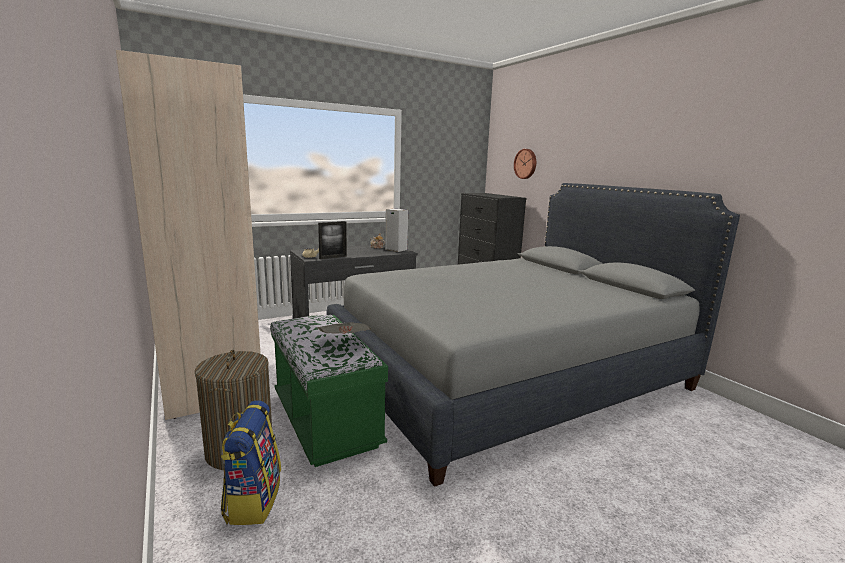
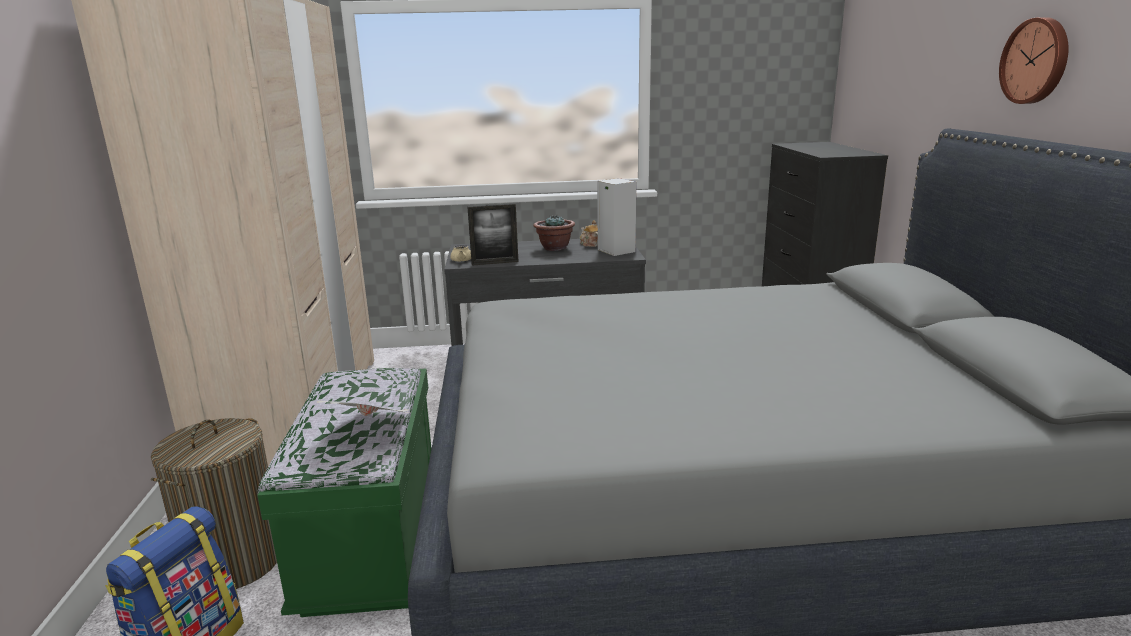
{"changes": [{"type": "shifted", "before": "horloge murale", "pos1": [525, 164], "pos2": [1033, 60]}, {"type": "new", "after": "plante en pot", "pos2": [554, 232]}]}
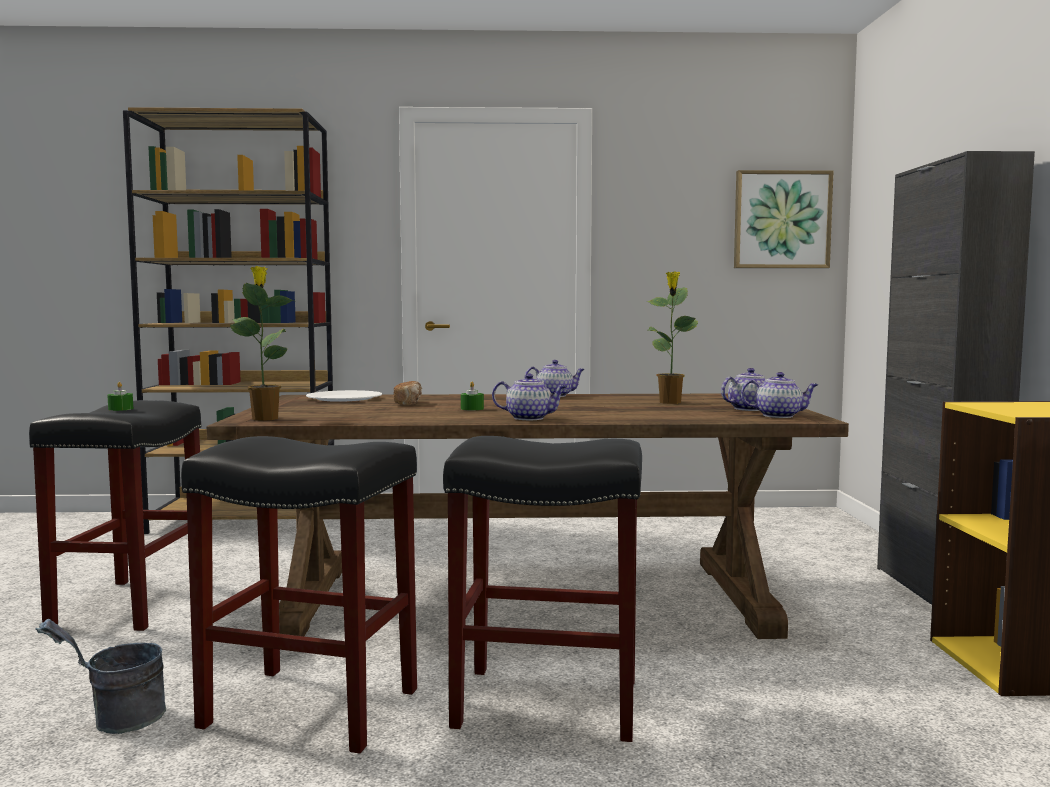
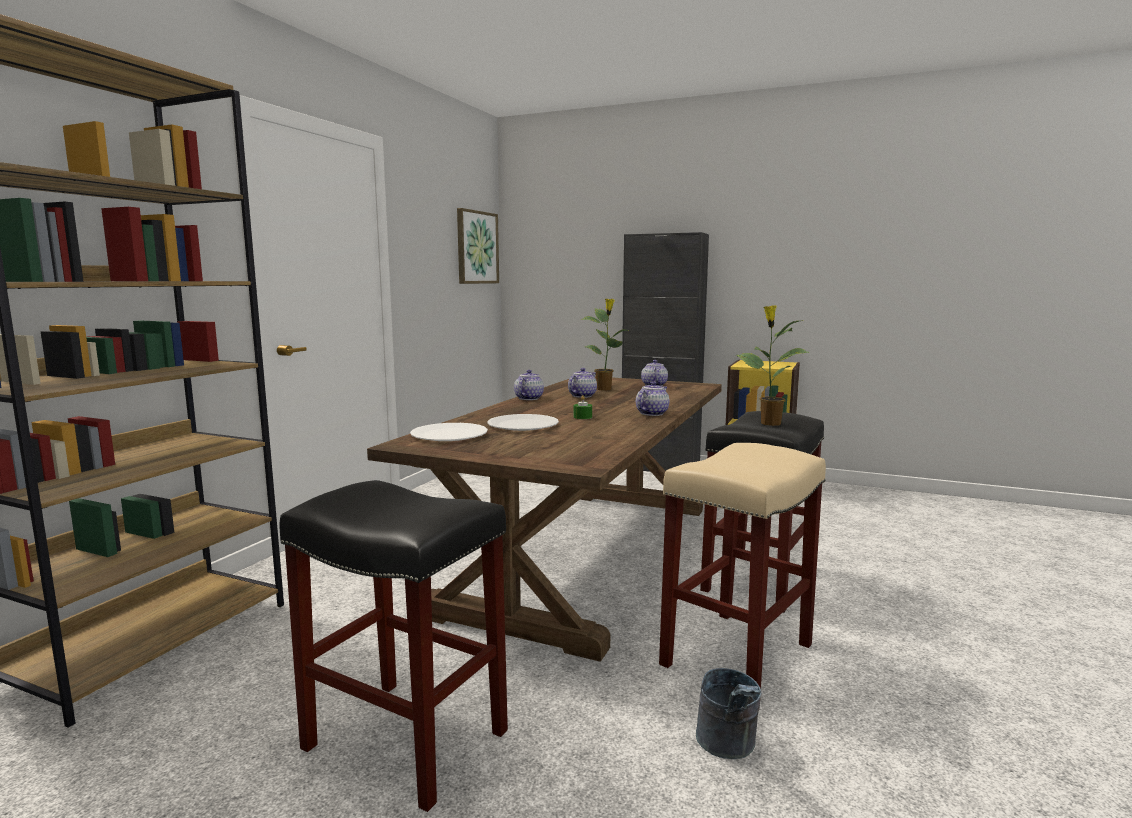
{"changes": [{"type": "shifted", "before": "plante en pot", "pos1": [262, 343], "pos2": [772, 365]}, {"type": "shifted", "before": "théière", "pos1": [779, 395], "pos2": [582, 383]}, {"type": "swapped", "before": "pain", "after": "assiette (blanc)", "pos1": [408, 393], "pos2": [523, 422]}, {"type": "gone", "before": "bougie (vert)", "pos1": [120, 396]}, {"type": "repainted", "before": "tabouret (noir)", "after": "tabouret (beige)", "pos1": [299, 595], "pos2": [742, 565]}]}
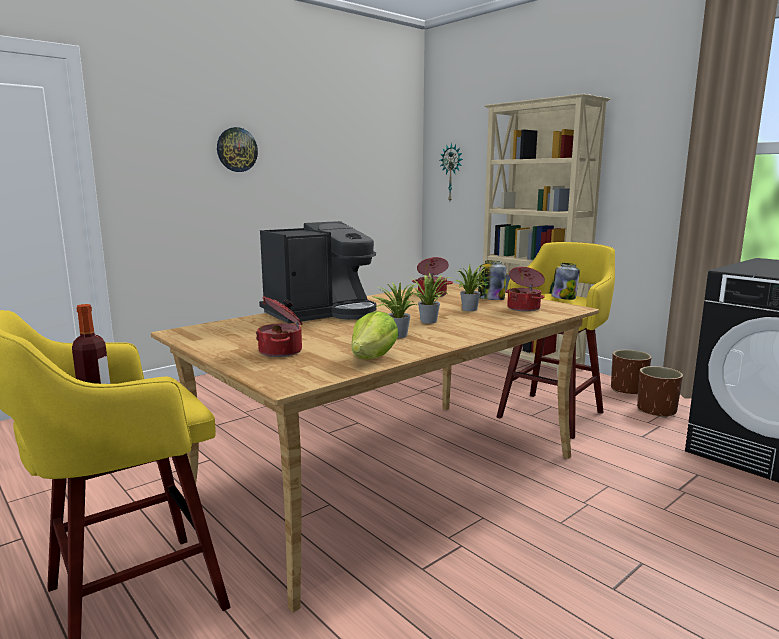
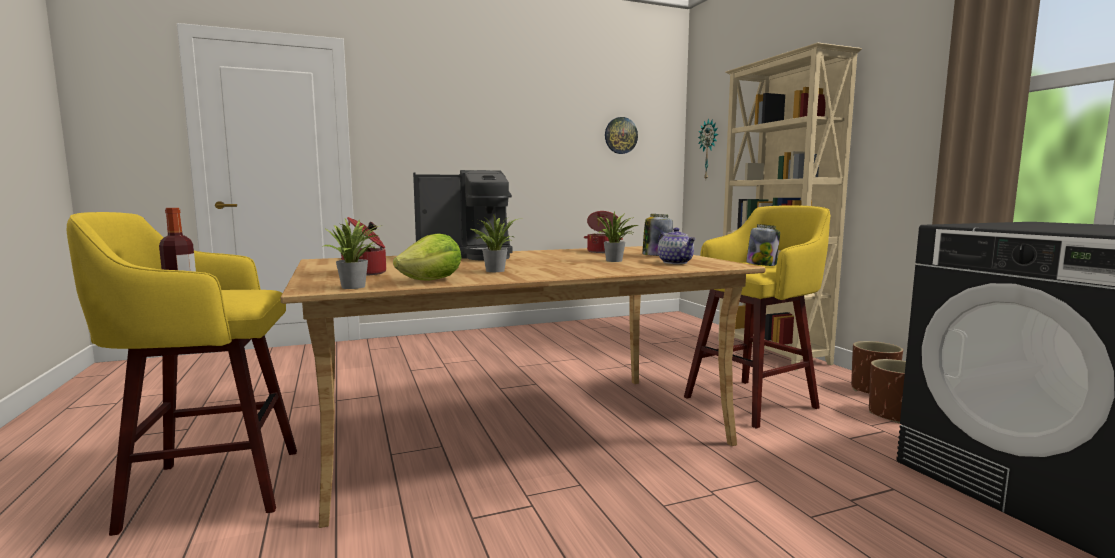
{"changes": [{"type": "shifted", "before": "horloge murale", "pos1": [237, 149], "pos2": [621, 135]}, {"type": "swapped", "before": "marmite", "after": "théière", "pos1": [525, 289], "pos2": [677, 246]}, {"type": "shifted", "before": "plante en pot", "pos1": [430, 298], "pos2": [351, 254]}]}
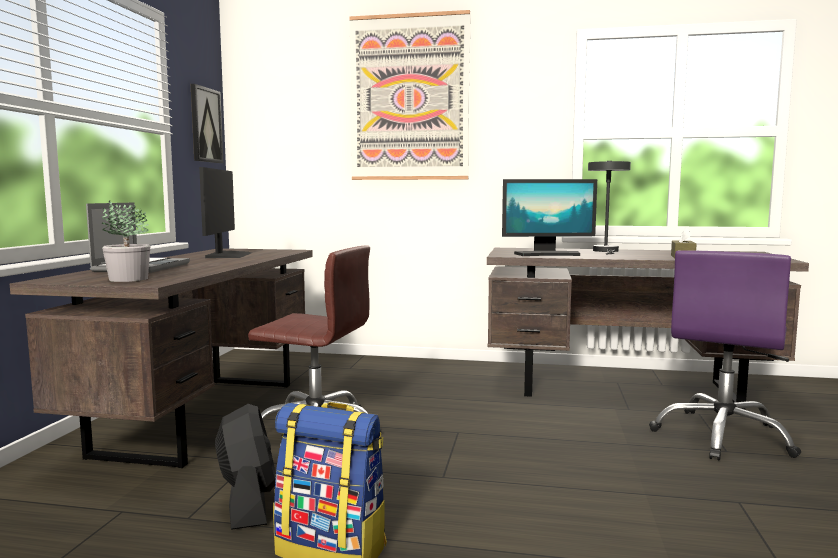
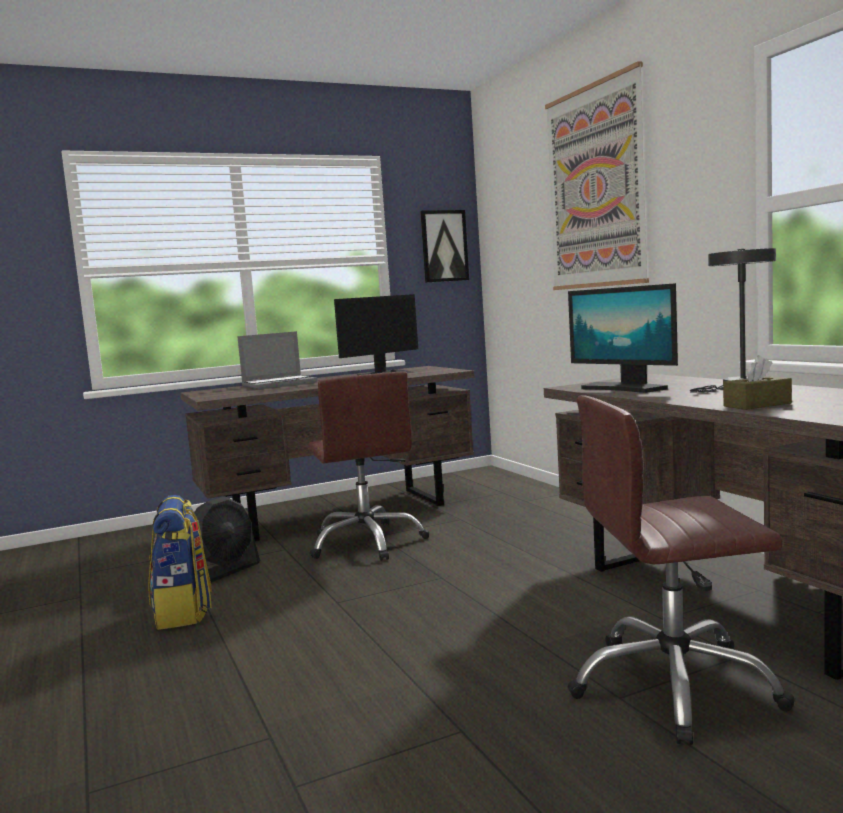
{"changes": [{"type": "gone", "before": "plante en pot", "pos1": [126, 241]}, {"type": "repainted", "before": "chaise de bureau (violet)", "after": "chaise de bureau (marron)", "pos1": [725, 355], "pos2": [681, 570]}]}
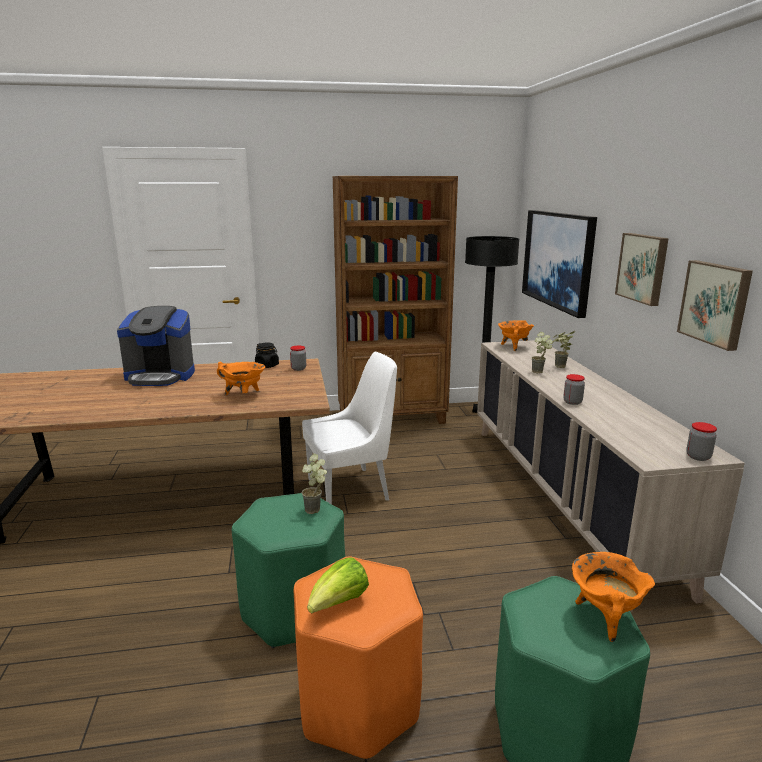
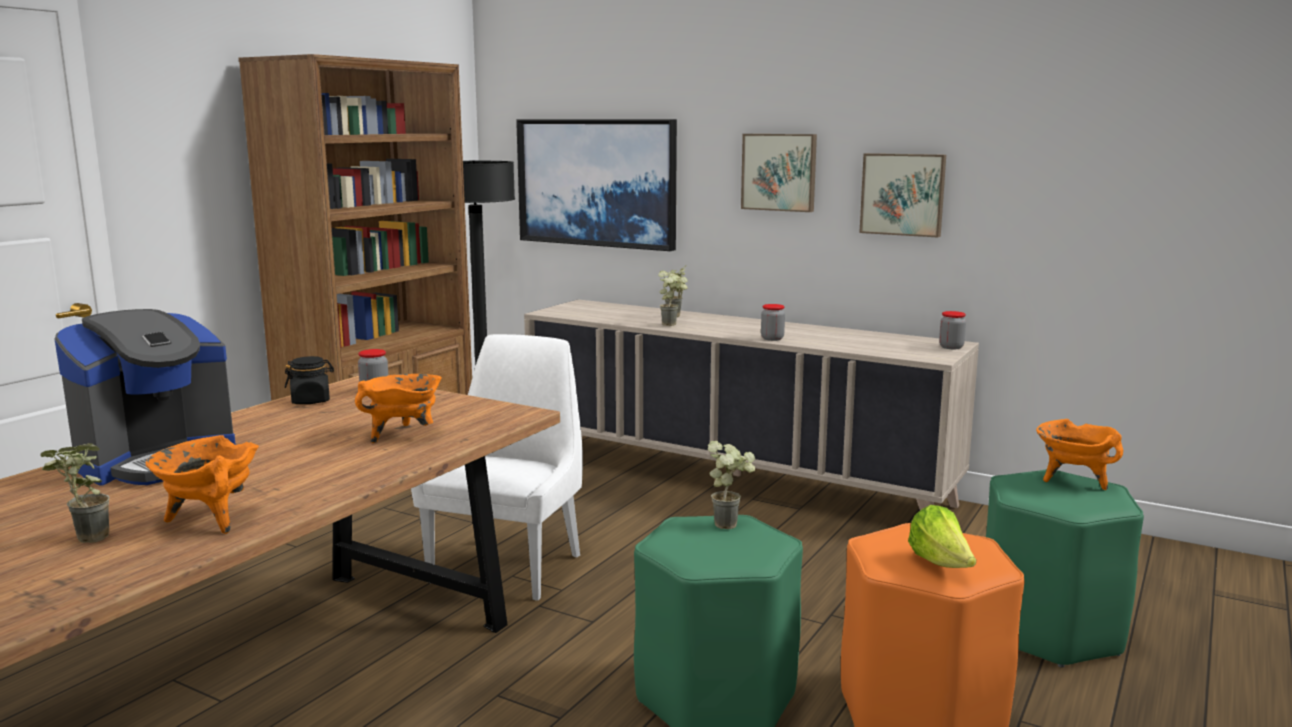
{"changes": [{"type": "shifted", "before": "marmite (orange)", "pos1": [516, 335], "pos2": [202, 484]}, {"type": "new", "after": "plante en pot", "pos2": [75, 493]}]}
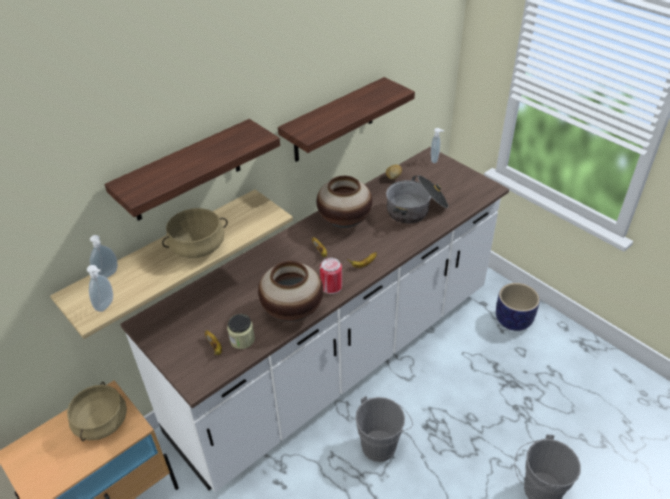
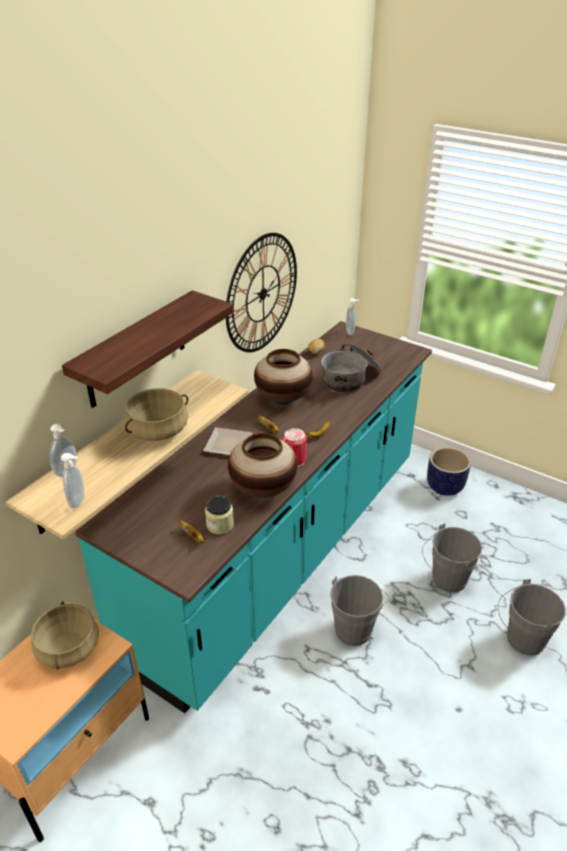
{"changes": [{"type": "swapped", "before": "étagère", "after": "horloge murale", "pos1": [346, 119], "pos2": [261, 292]}, {"type": "repainted", "before": "comptoir de cuisine (blanc)", "after": "comptoir de cuisine (turquoise)", "pos1": [314, 319], "pos2": [253, 517]}, {"type": "new", "after": "assiette", "pos2": [227, 441]}, {"type": "new", "after": "seau (gris)", "pos2": [452, 558]}]}
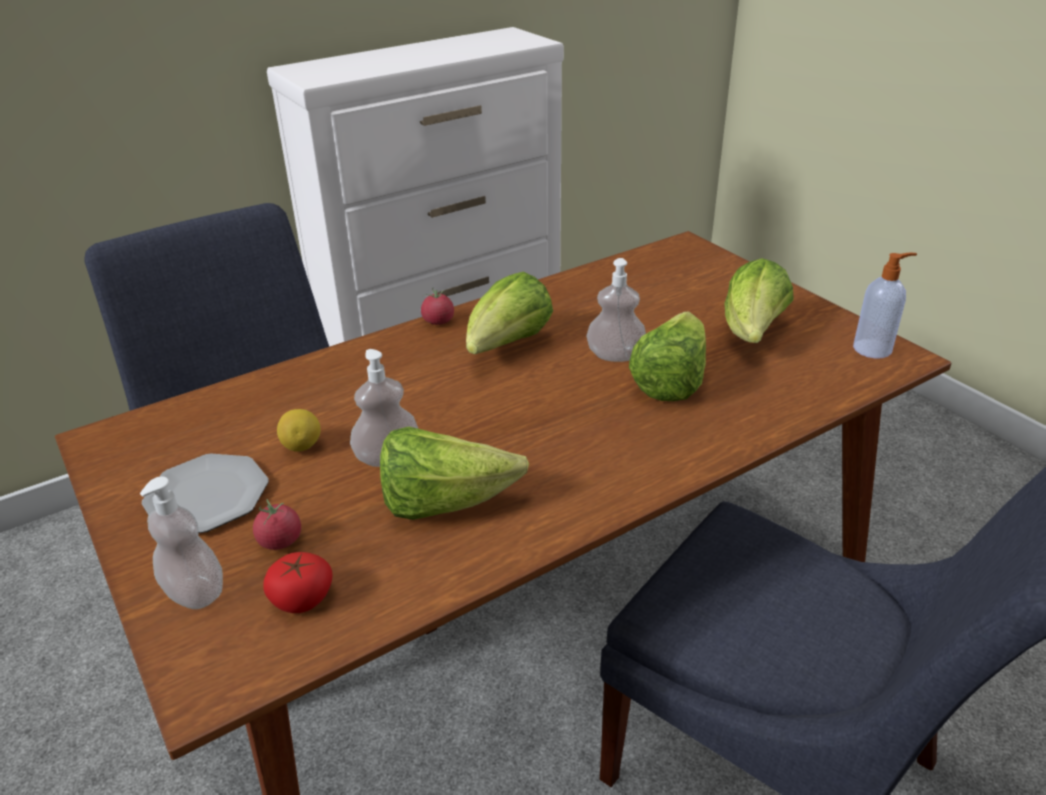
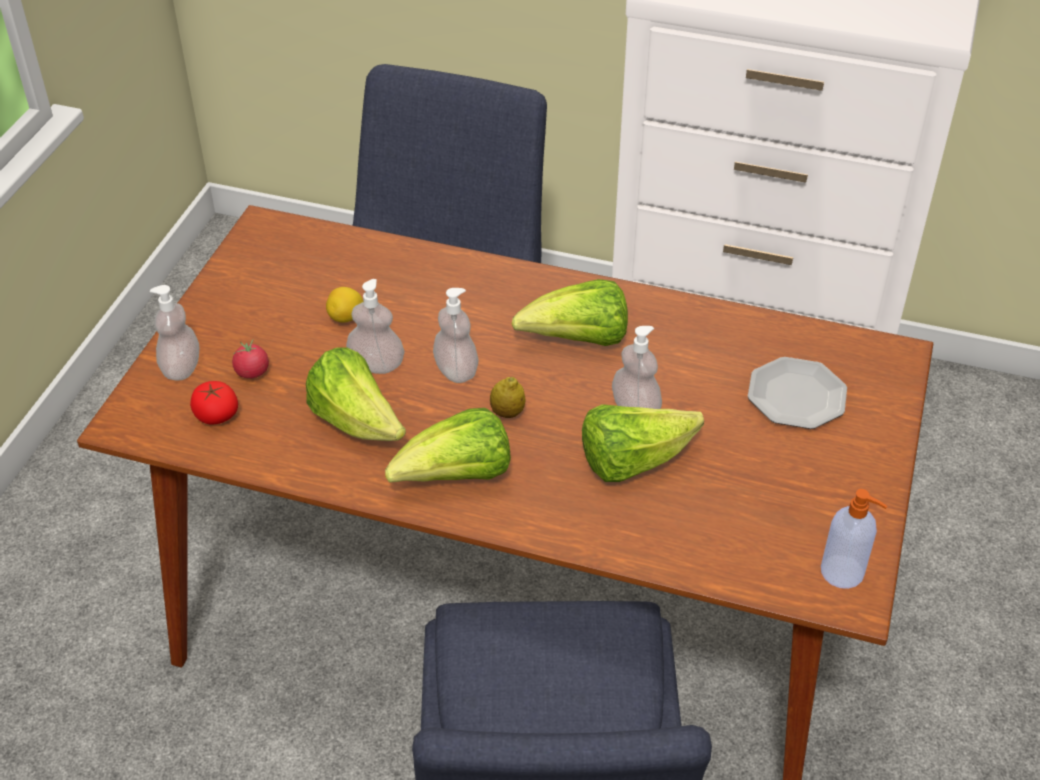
{"changes": [{"type": "shifted", "before": "laitue", "pos1": [759, 300], "pos2": [448, 445]}, {"type": "gone", "before": "tomate", "pos1": [437, 306]}, {"type": "shifted", "before": "assiette", "pos1": [205, 493], "pos2": [797, 393]}, {"type": "new", "after": "distributeur de savon", "pos2": [455, 335]}, {"type": "new", "after": "citron", "pos2": [507, 397]}]}
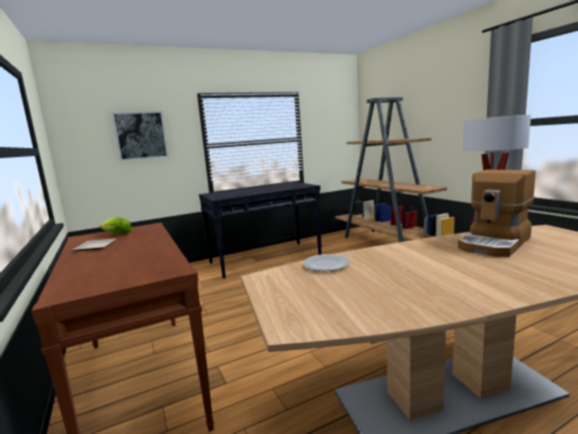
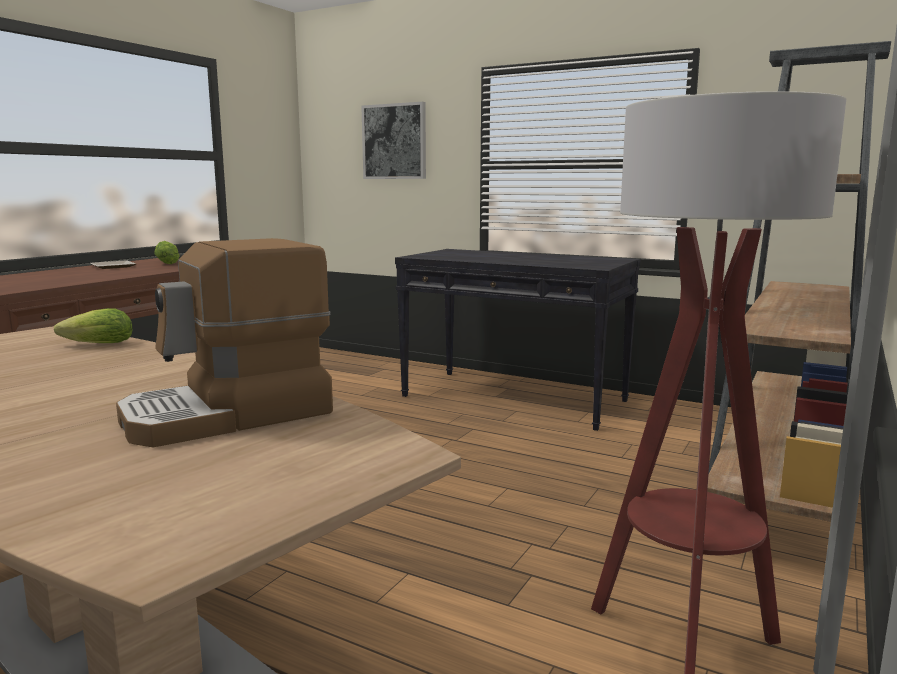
{"changes": [{"type": "rotated", "before": "machine à café", "pos1": [497, 213], "pos2": [224, 342], "turn": -45}, {"type": "swapped", "before": "assiette", "after": "laitue", "pos1": [326, 262], "pos2": [93, 325]}]}
